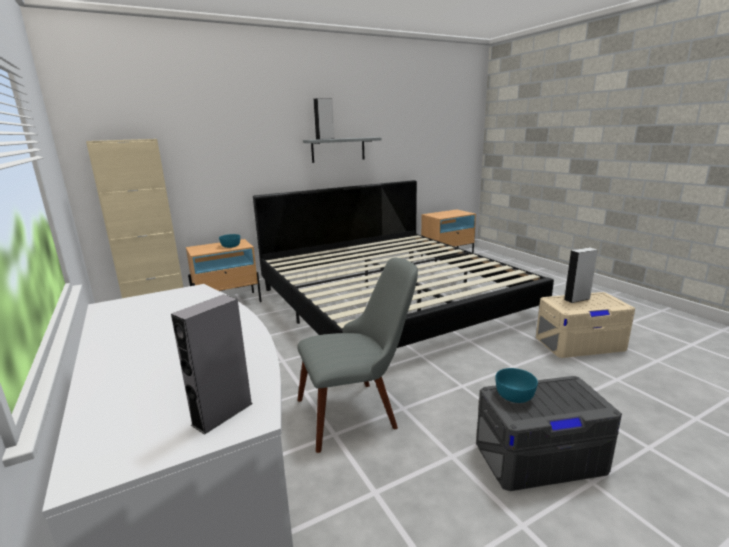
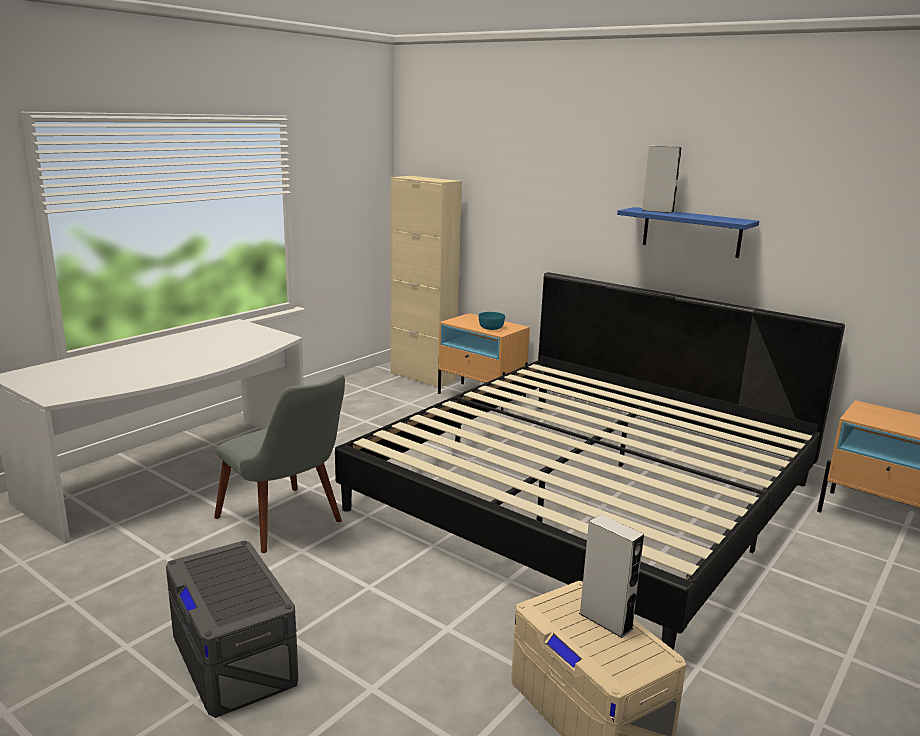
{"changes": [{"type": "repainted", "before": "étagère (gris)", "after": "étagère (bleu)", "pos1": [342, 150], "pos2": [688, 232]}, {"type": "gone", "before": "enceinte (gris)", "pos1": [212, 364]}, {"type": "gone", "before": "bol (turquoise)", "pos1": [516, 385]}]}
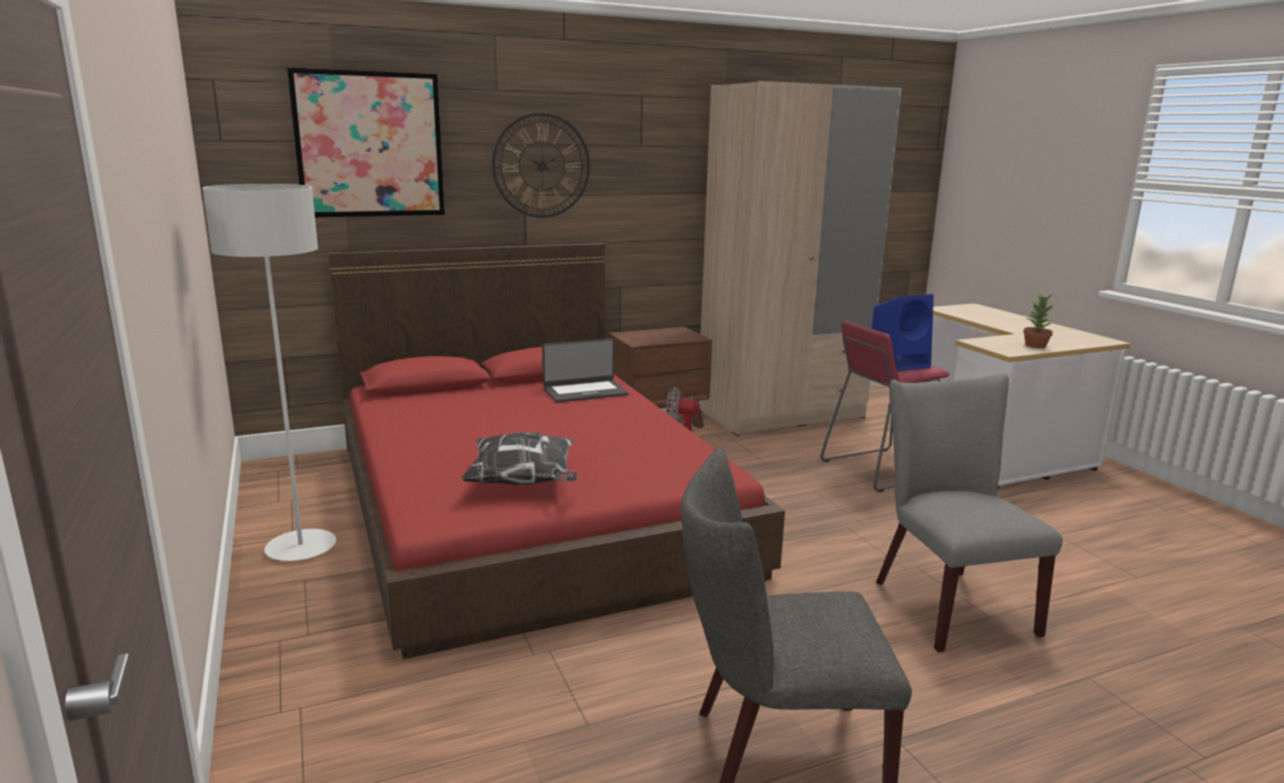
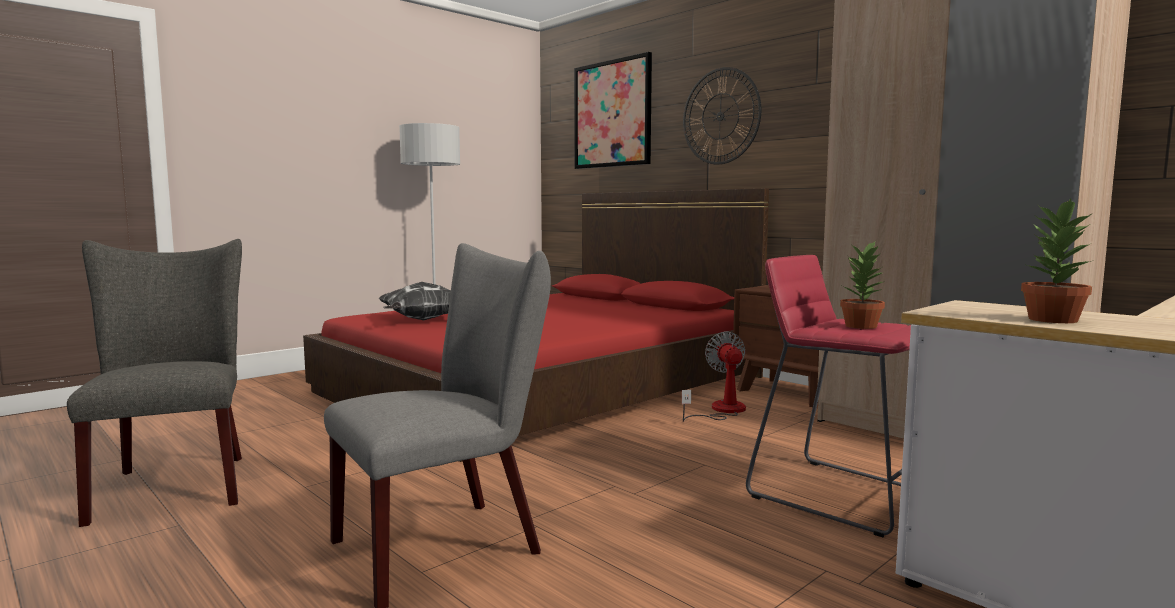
{"changes": [{"type": "swapped", "before": "enceinte (bleu)", "after": "plante en pot", "pos1": [903, 333], "pos2": [862, 284]}, {"type": "gone", "before": "ordinateur portable", "pos1": [585, 370]}]}
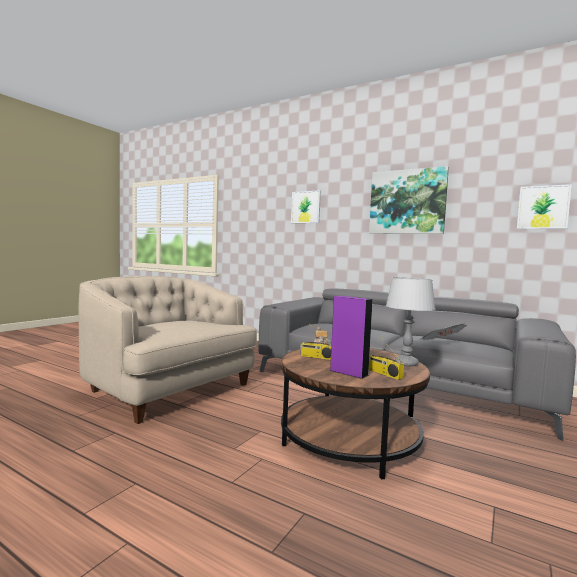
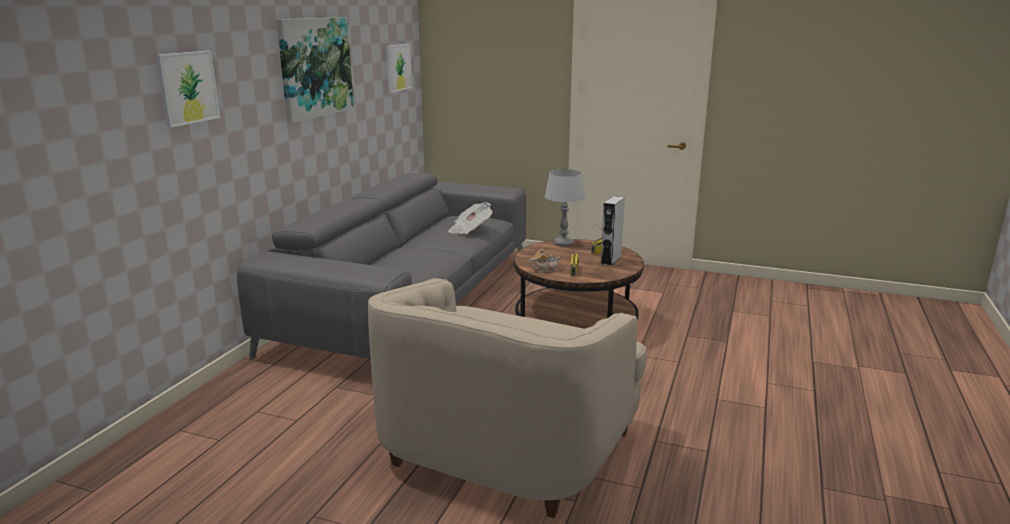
{"changes": [{"type": "repainted", "before": "enceinte (violet)", "after": "enceinte (gris)", "pos1": [351, 337], "pos2": [612, 231]}]}
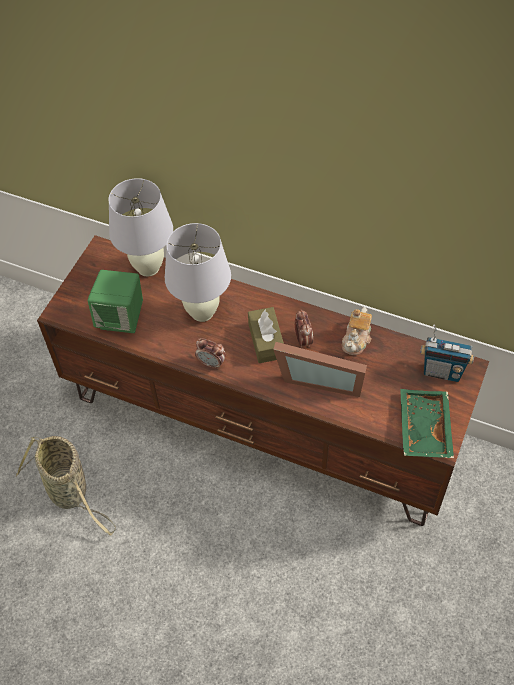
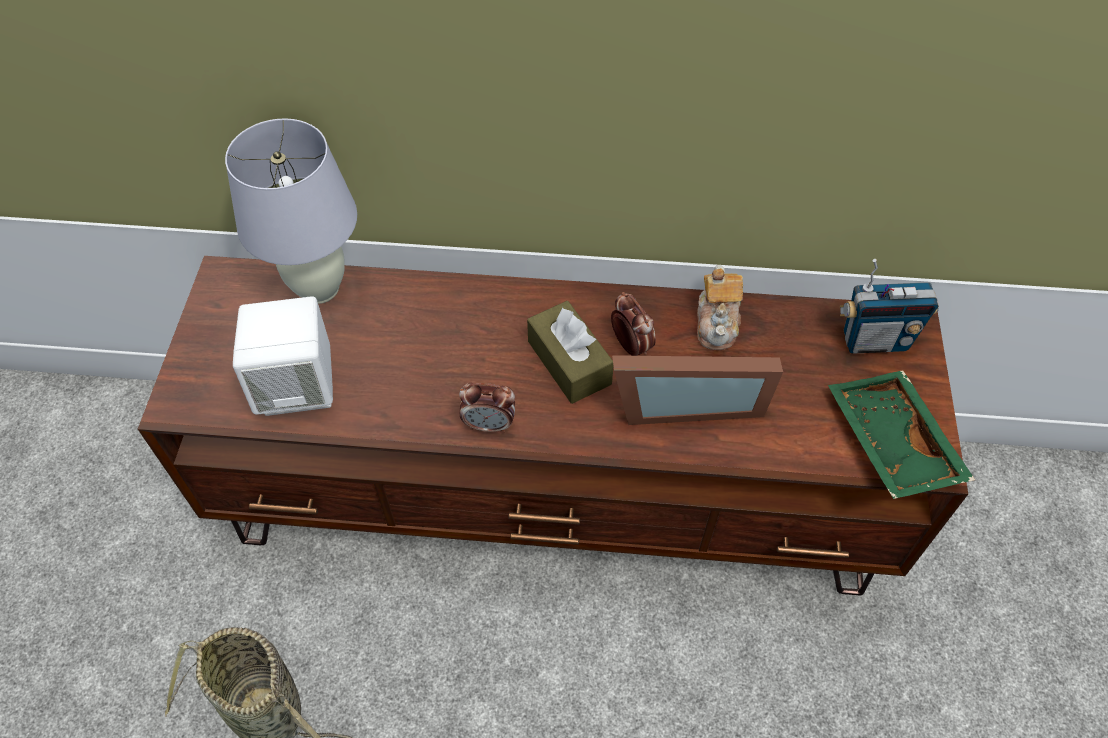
{"changes": [{"type": "gone", "before": "lampe de table (blanc)", "pos1": [198, 272]}, {"type": "repainted", "before": "enceinte (vert)", "after": "enceinte (blanc)", "pos1": [115, 301], "pos2": [283, 356]}]}
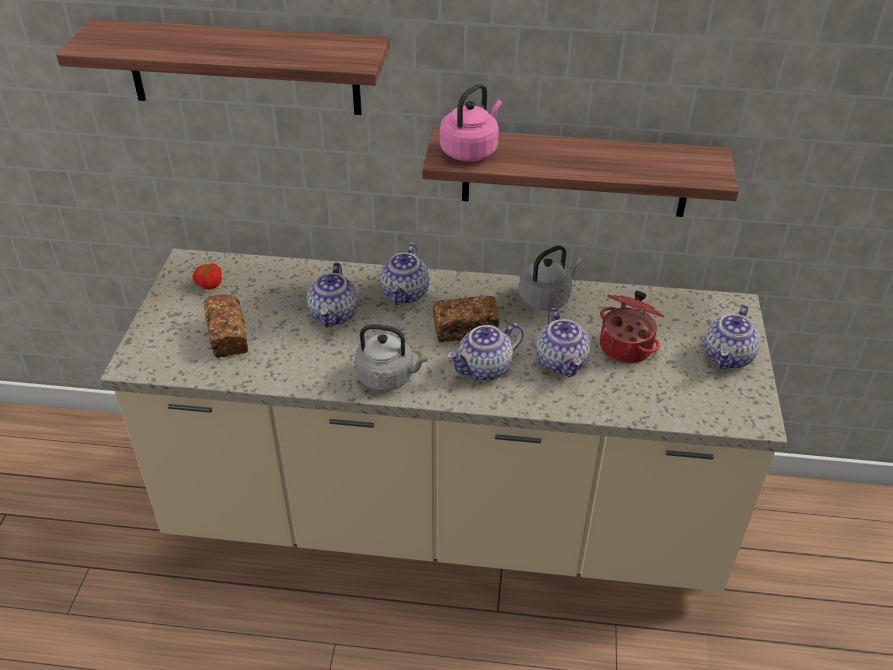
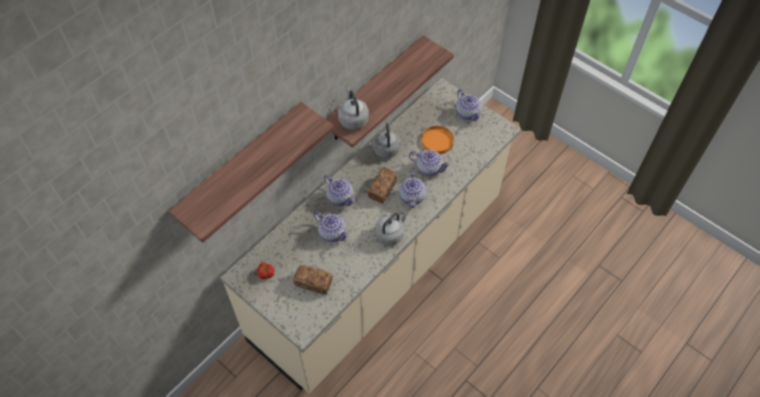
{"changes": [{"type": "repainted", "before": "bouilloire (rose)", "after": "bouilloire (gris)", "pos1": [471, 123], "pos2": [353, 109]}, {"type": "swapped", "before": "marmite", "after": "assiette (orange)", "pos1": [632, 327], "pos2": [438, 140]}]}
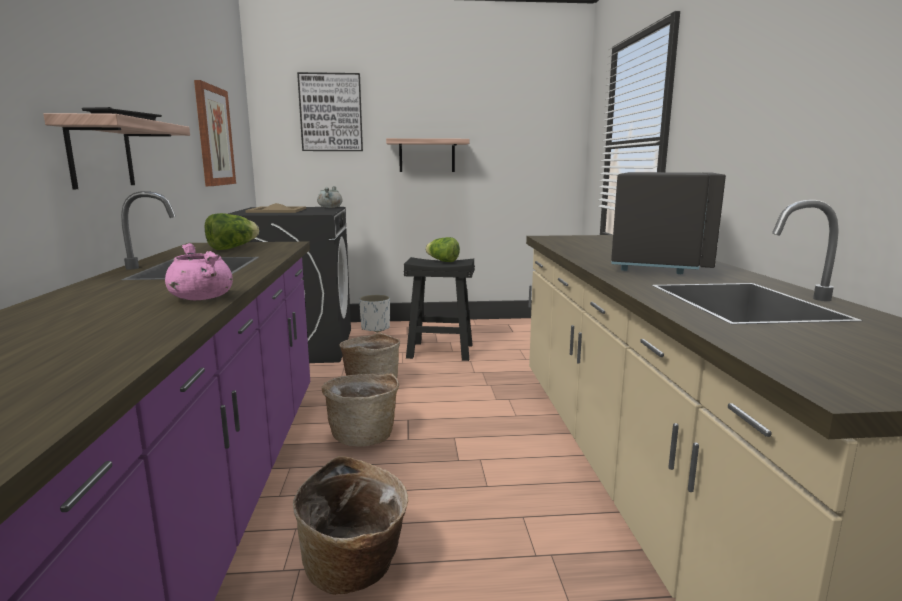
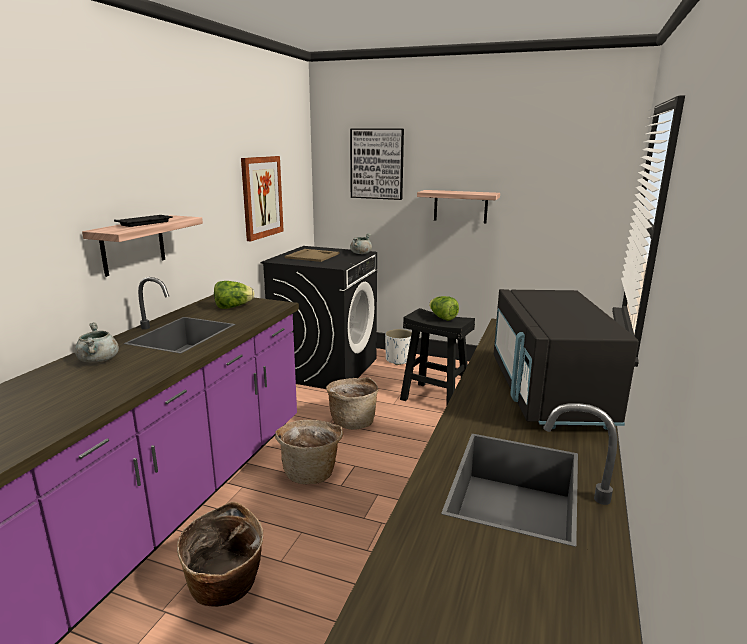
{"changes": [{"type": "rotated", "before": "micro-ondes (noir)", "pos1": [668, 223], "pos2": [566, 359], "turn": 135}, {"type": "gone", "before": "marmite (rose)", "pos1": [199, 271]}, {"type": "new", "after": "marmite (gris)", "pos2": [97, 343]}]}
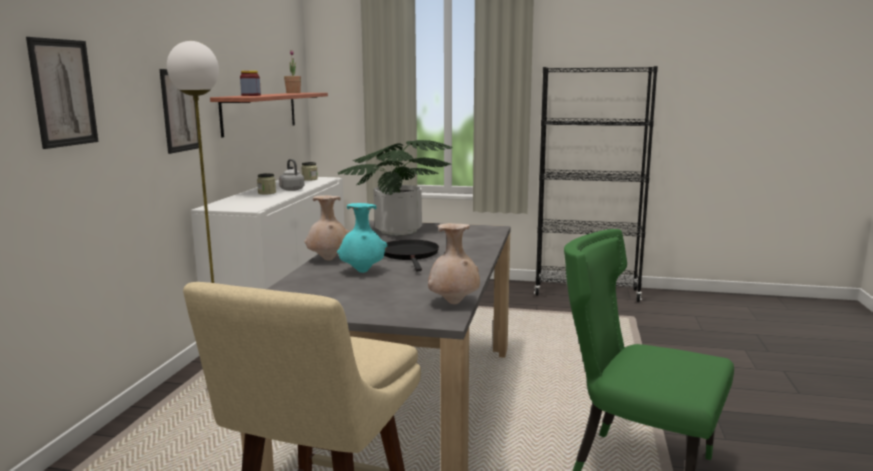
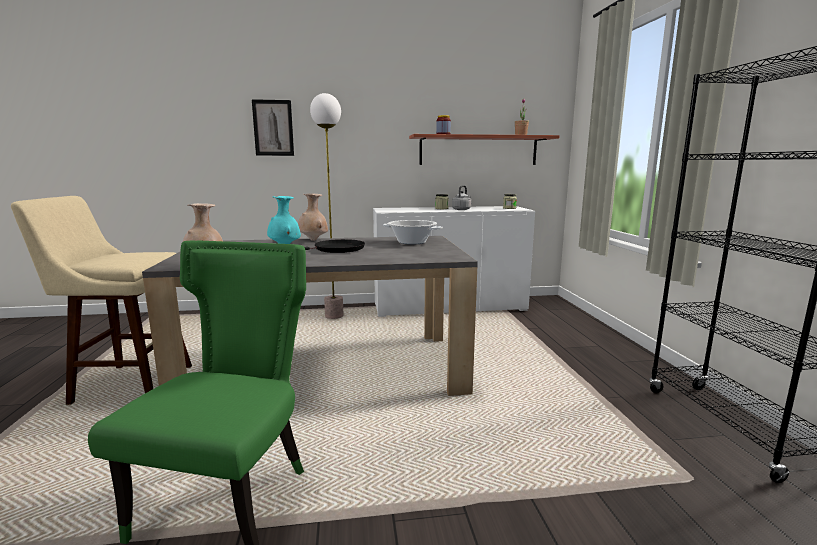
{"changes": [{"type": "gone", "before": "tableau", "pos1": [180, 111]}, {"type": "swapped", "before": "plante en pot", "after": "marmite", "pos1": [395, 188], "pos2": [413, 232]}]}
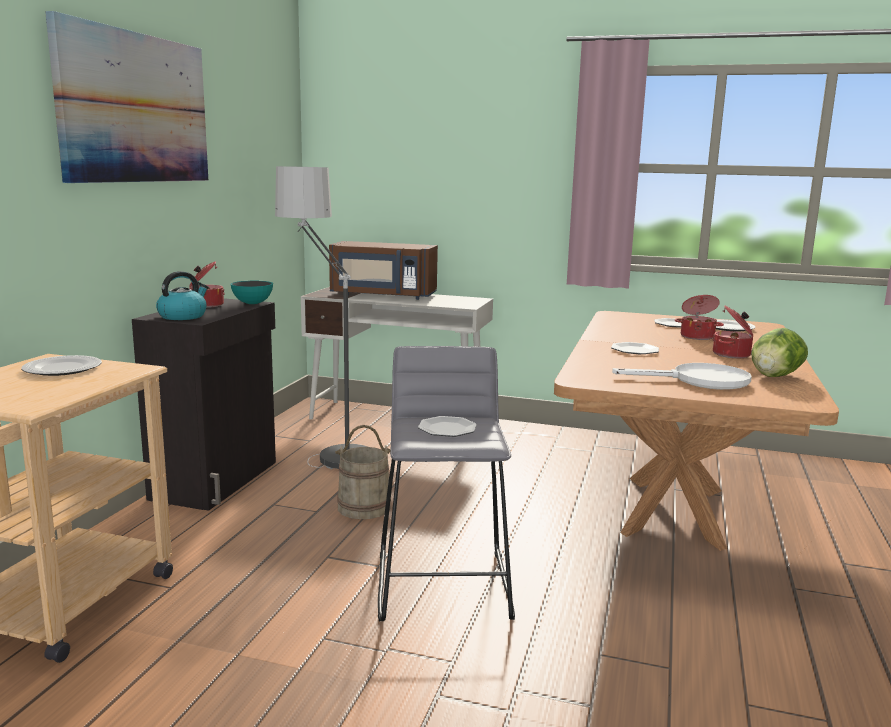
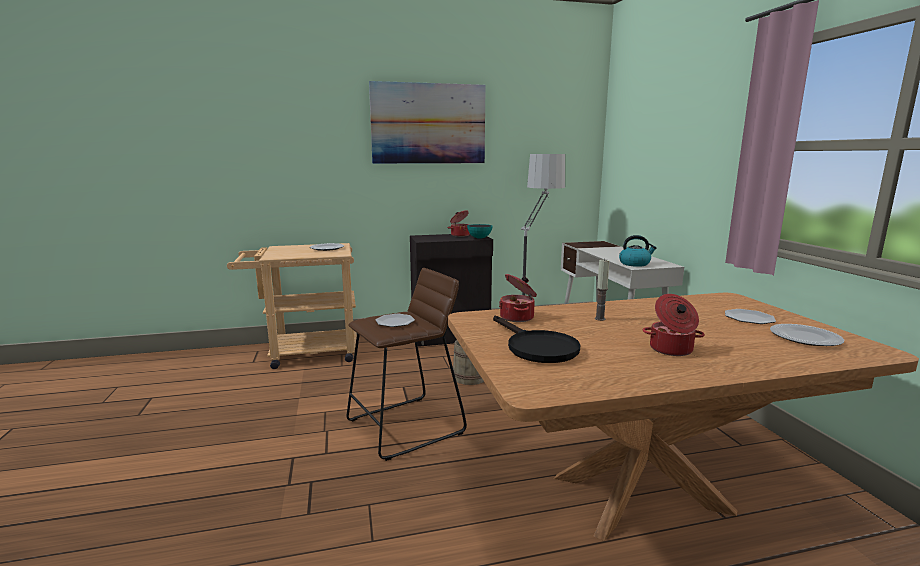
{"changes": [{"type": "gone", "before": "micro-ondes (marron)", "pos1": [383, 270]}, {"type": "shifted", "before": "bouilloire", "pos1": [182, 295], "pos2": [638, 251]}, {"type": "shifted", "before": "marmite", "pos1": [699, 317], "pos2": [518, 298]}, {"type": "gone", "before": "laitue", "pos1": [779, 352]}, {"type": "swapped", "before": "assiette", "after": "bougie", "pos1": [635, 348], "pos2": [602, 289]}, {"type": "repainted", "before": "tabouret (gris)", "after": "tabouret (marron)", "pos1": [446, 484], "pos2": [406, 364]}, {"type": "repainted", "before": "poêle (blanc)", "after": "poêle (noir)", "pos1": [682, 376], "pos2": [536, 339]}]}
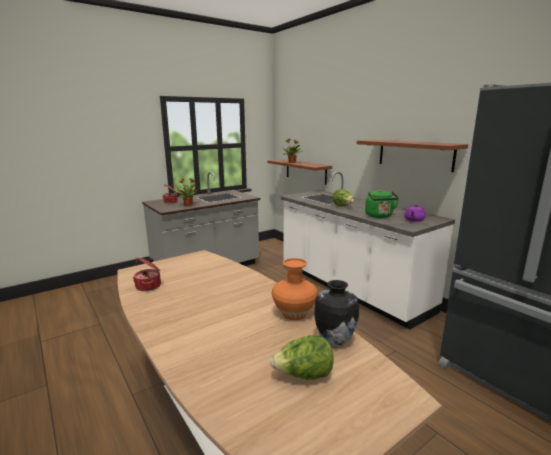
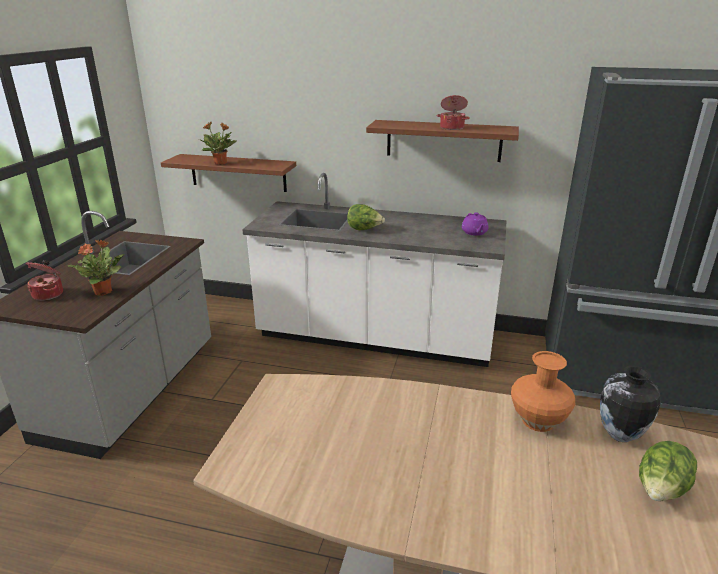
{"changes": [{"type": "gone", "before": "bouilloire (vert)", "pos1": [382, 204]}, {"type": "shifted", "before": "marmite", "pos1": [147, 274], "pos2": [453, 112]}]}
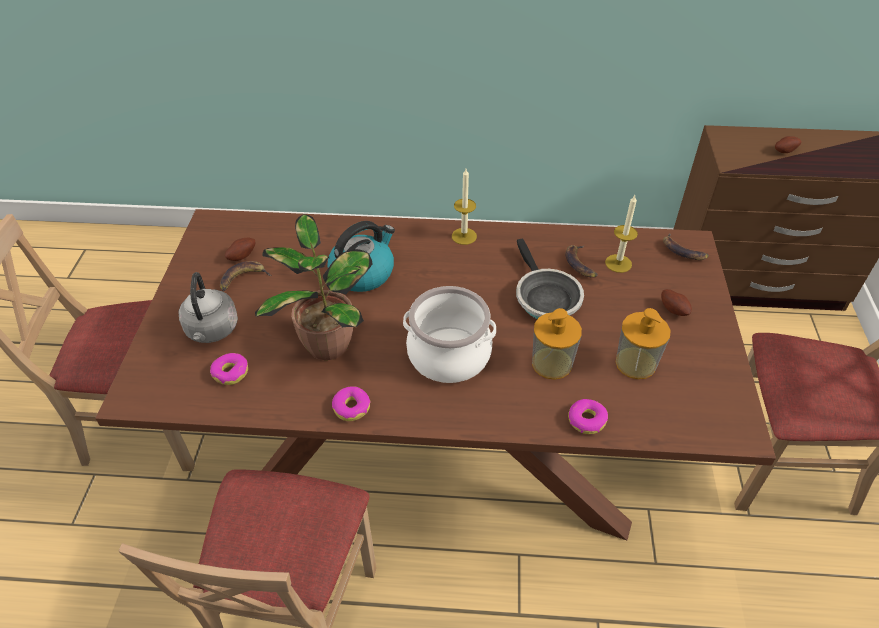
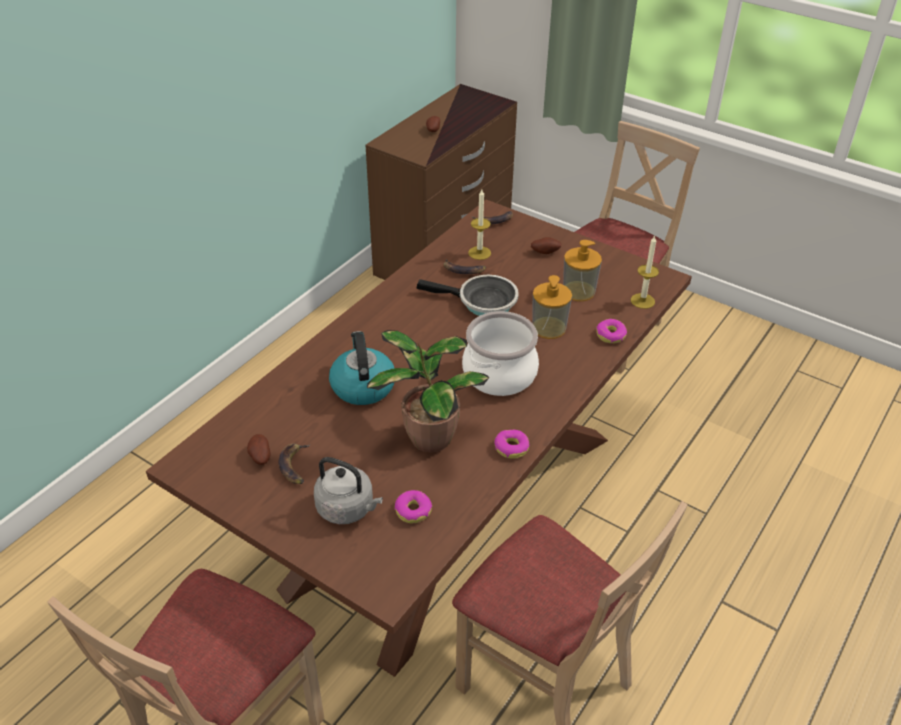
{"changes": [{"type": "shifted", "before": "bougie", "pos1": [464, 207], "pos2": [645, 272]}]}
